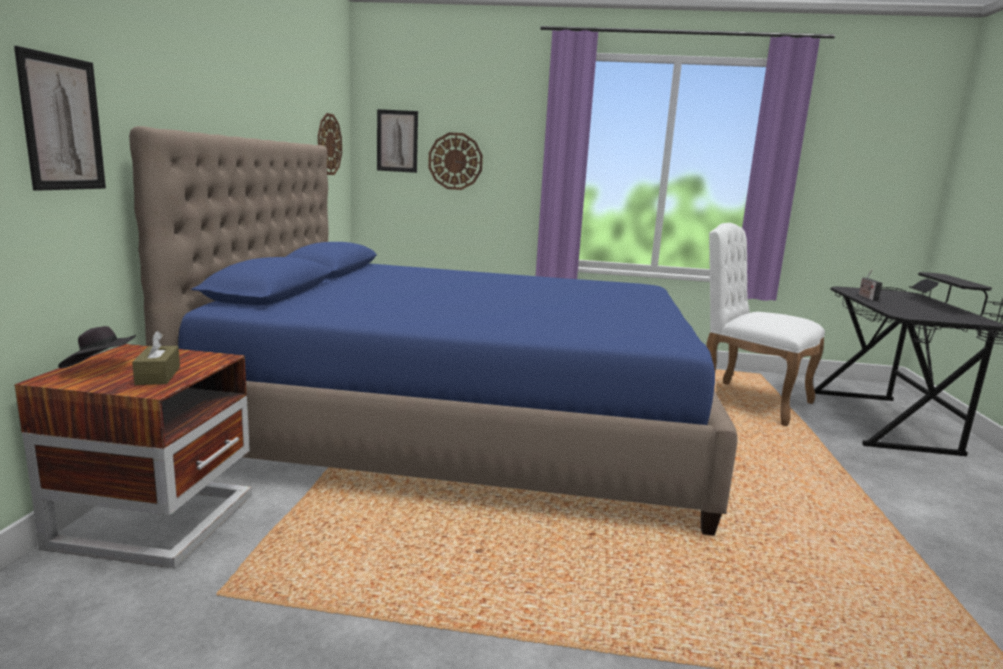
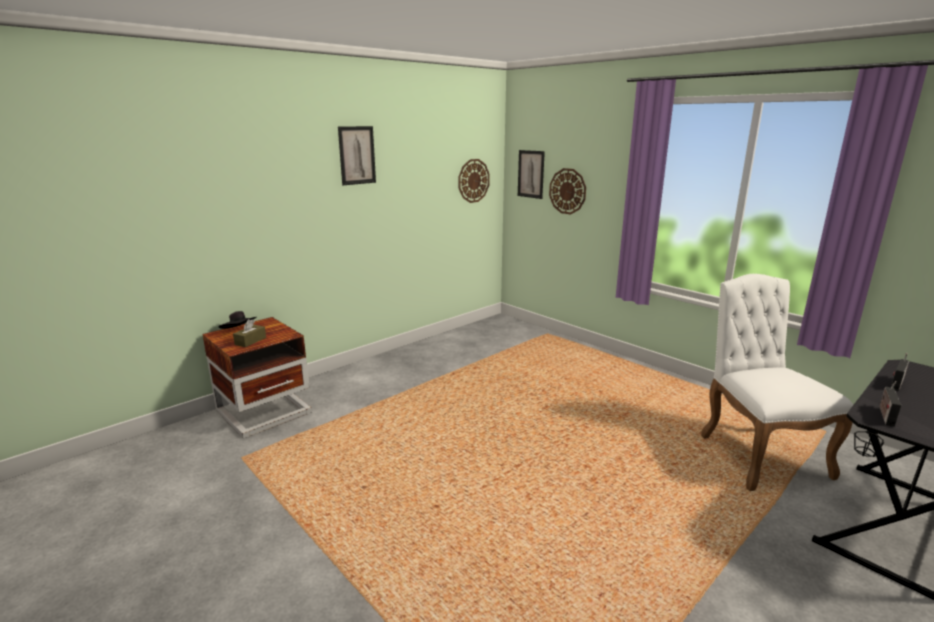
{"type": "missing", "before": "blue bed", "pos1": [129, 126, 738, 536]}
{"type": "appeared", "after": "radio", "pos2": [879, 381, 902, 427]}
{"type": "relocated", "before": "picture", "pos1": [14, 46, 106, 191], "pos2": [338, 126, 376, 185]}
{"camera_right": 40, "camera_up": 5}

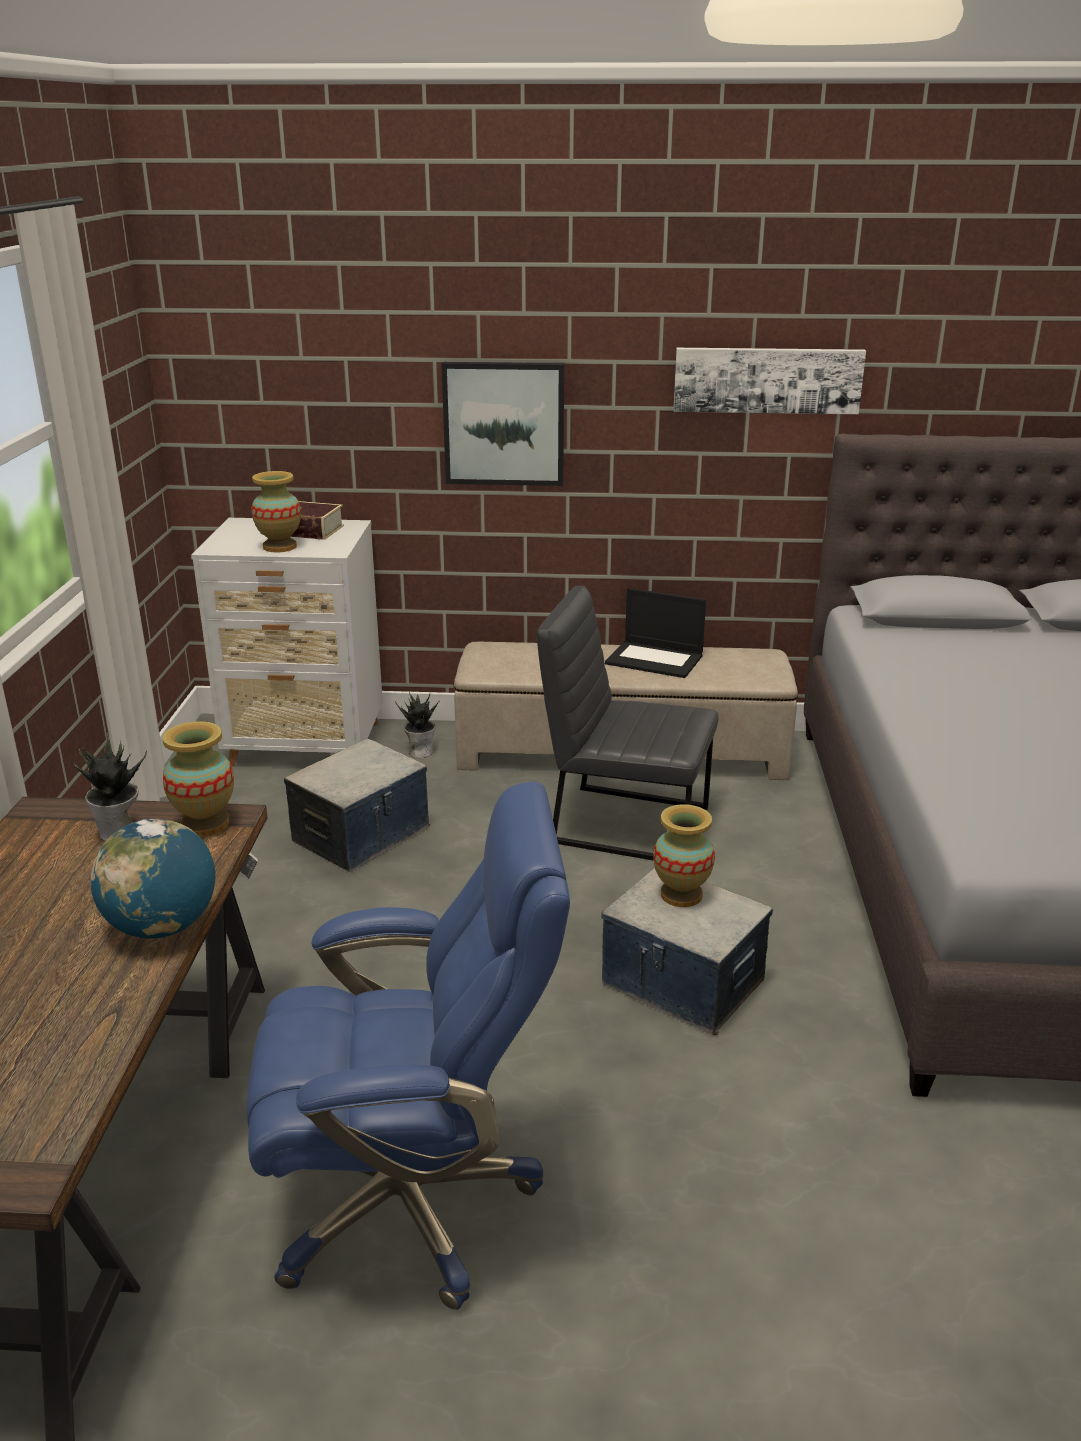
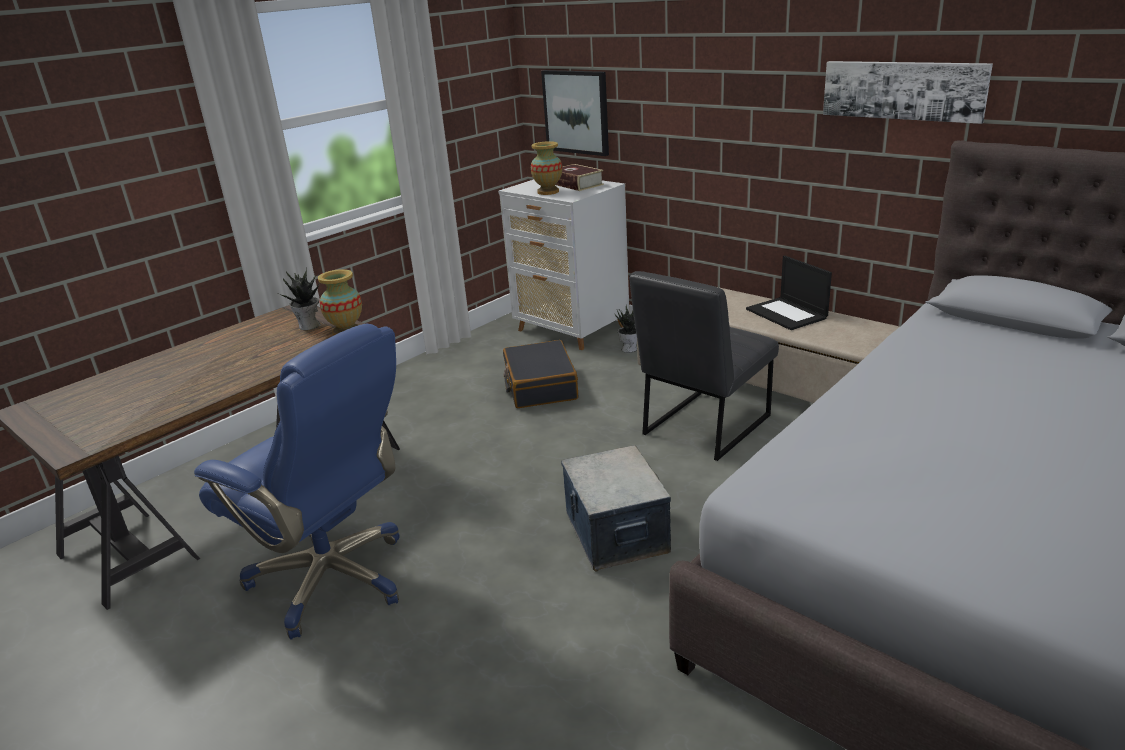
{"type": "missing", "before": "globe", "pos1": [90, 819, 215, 939]}
{"type": "missing", "before": "vase", "pos1": [653, 804, 715, 907]}
{"type": "relocated", "before": "picture", "pos1": [442, 362, 564, 486], "pos2": [541, 70, 609, 156]}
{"type": "exchanged", "before": "storage box", "after": "black suitcase", "pos1": [284, 739, 430, 872], "pos2": [503, 340, 578, 408]}
{"type": "spun", "before": "grey chair", "pos1": [536, 586, 718, 861], "pos2": [629, 271, 779, 461], "turn": -105}
{"camera_right": 40, "camera_up": 0}

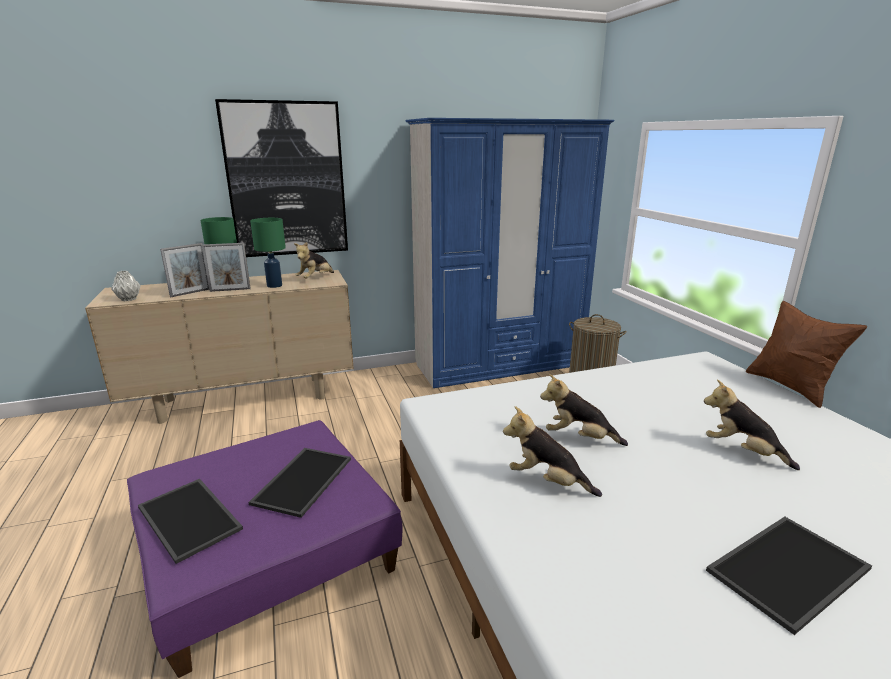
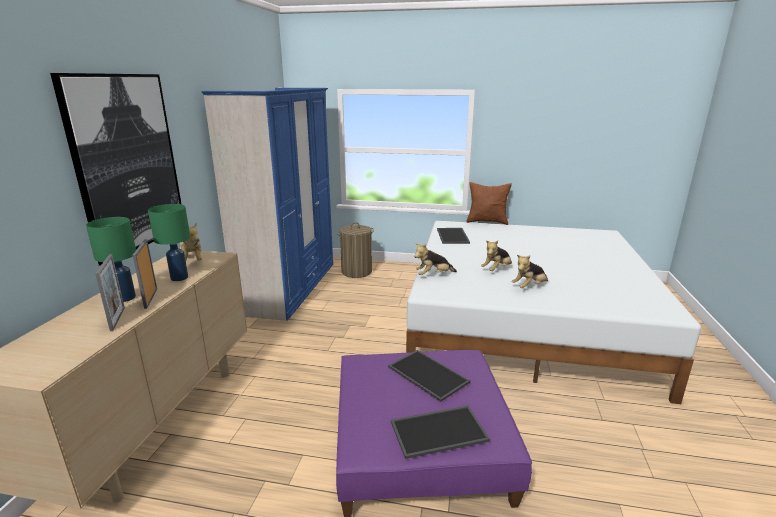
{"type": "missing", "before": "grey vase", "pos1": [111, 271, 140, 301]}
{"type": "relocated", "before": "plush toy", "pos1": [704, 379, 800, 470], "pos2": [414, 243, 457, 275]}
{"type": "relocated", "before": "tray", "pos1": [706, 517, 872, 635], "pos2": [437, 228, 470, 244]}
{"type": "spun", "before": "picture frame", "pos1": [202, 243, 251, 292], "pos2": [132, 239, 157, 309], "turn": 150}
{"camera_right": -60, "camera_up": 0}

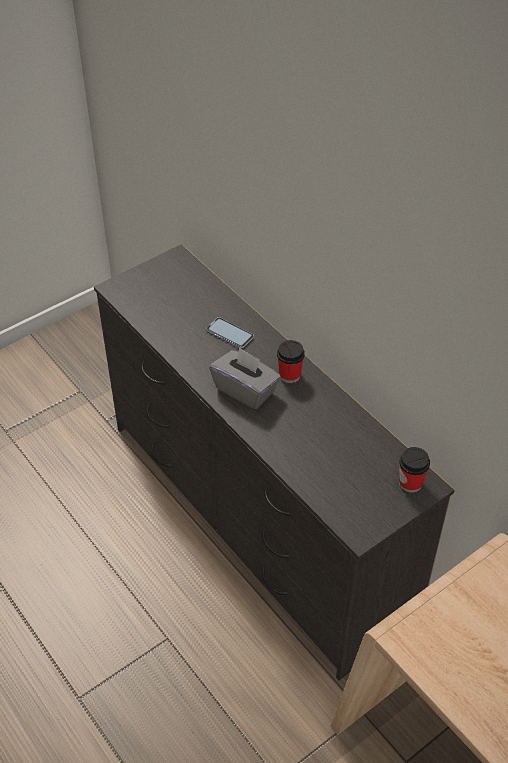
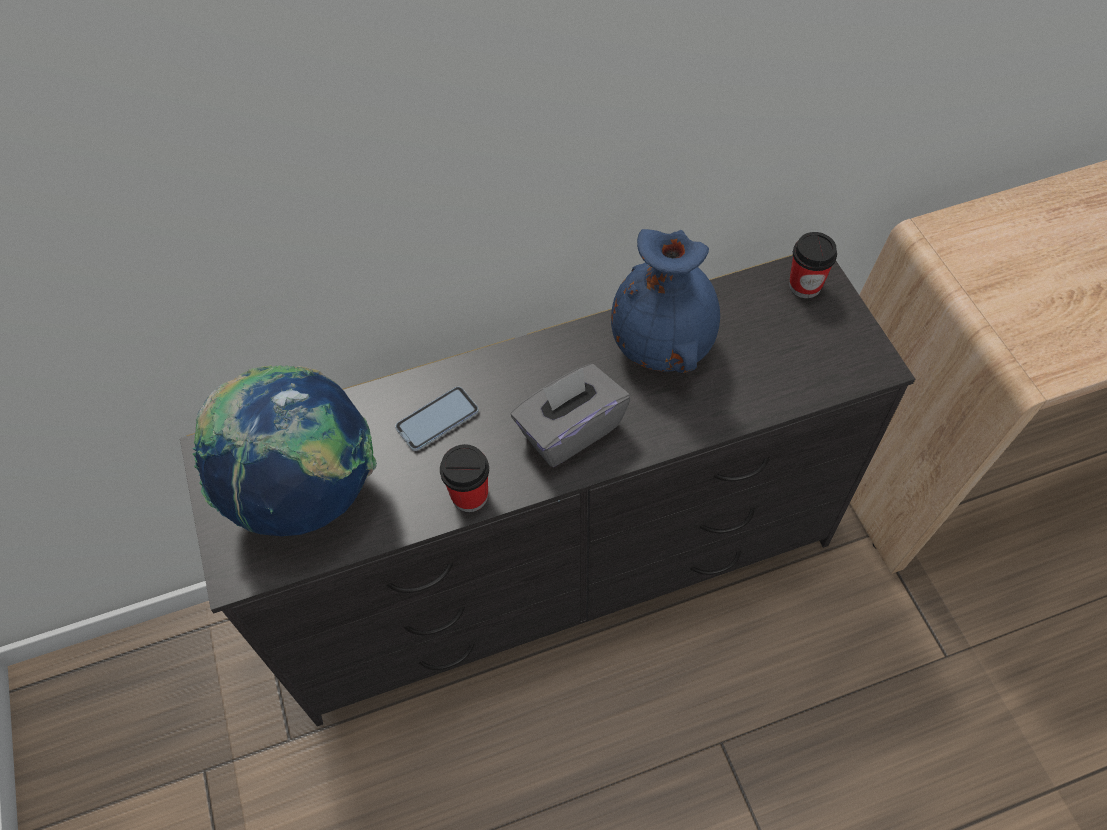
{"type": "appeared", "after": "globe", "pos2": [192, 365, 377, 536]}
{"type": "appeared", "after": "blue vase", "pos2": [611, 229, 720, 373]}
{"type": "relocated", "before": "cup", "pos1": [277, 340, 305, 383], "pos2": [440, 444, 489, 512]}
{"camera_right": -70, "camera_up": 10}

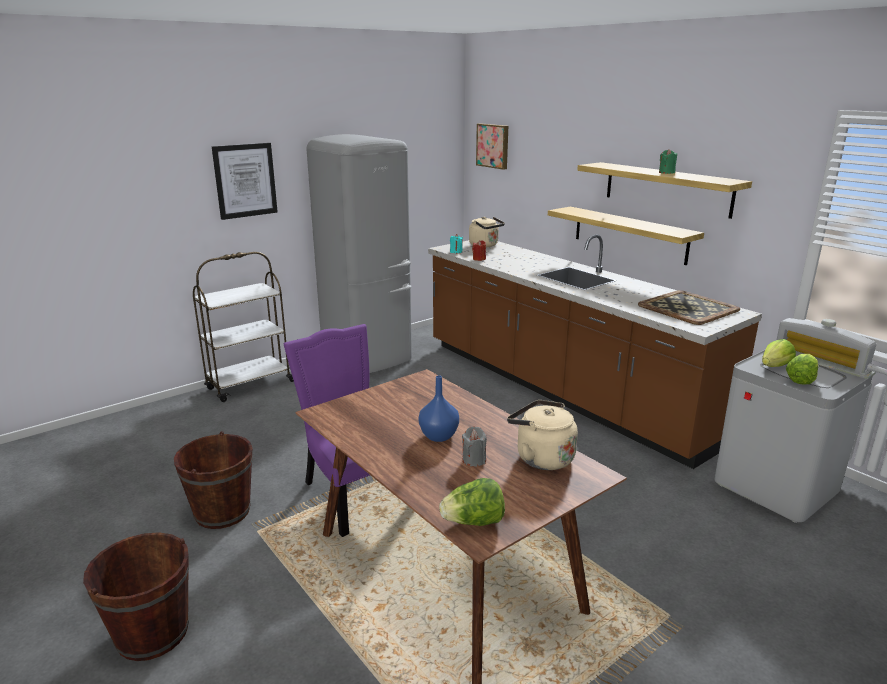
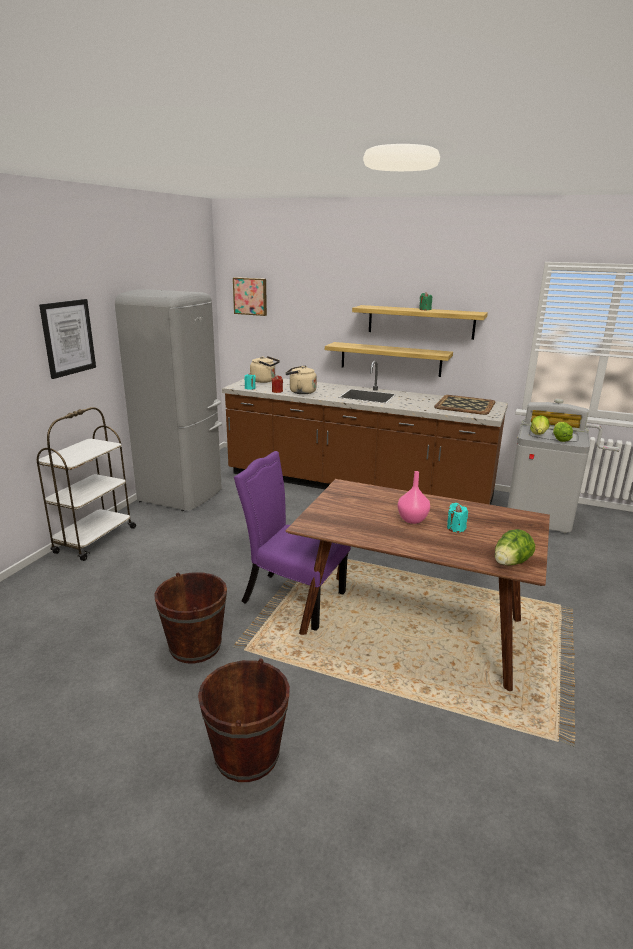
{"type": "relocated", "before": "beige kettle", "pos1": [507, 400, 578, 470], "pos2": [286, 365, 317, 394]}
{"type": "colour", "before": "blue vase", "after": "pink vase", "pos1": [418, 376, 459, 442], "pos2": [398, 471, 430, 524]}
{"type": "colour", "before": "grey candle", "after": "turquoise candle", "pos1": [462, 426, 487, 467], "pos2": [447, 503, 468, 533]}
{"camera_right": -30, "camera_up": 0}

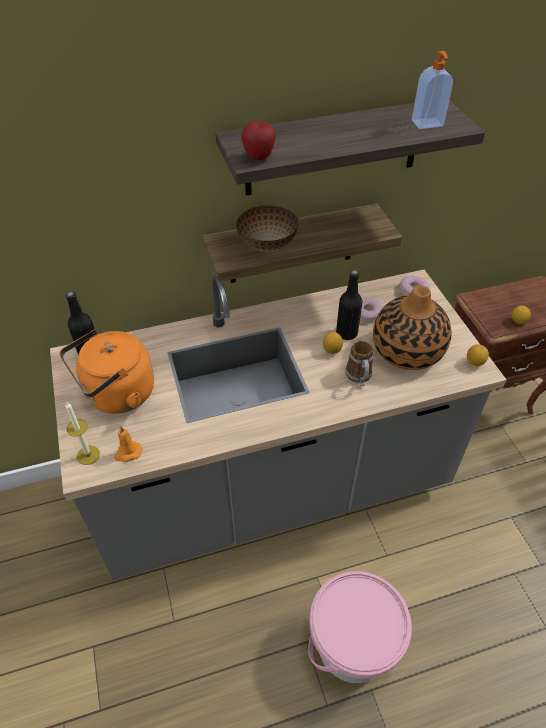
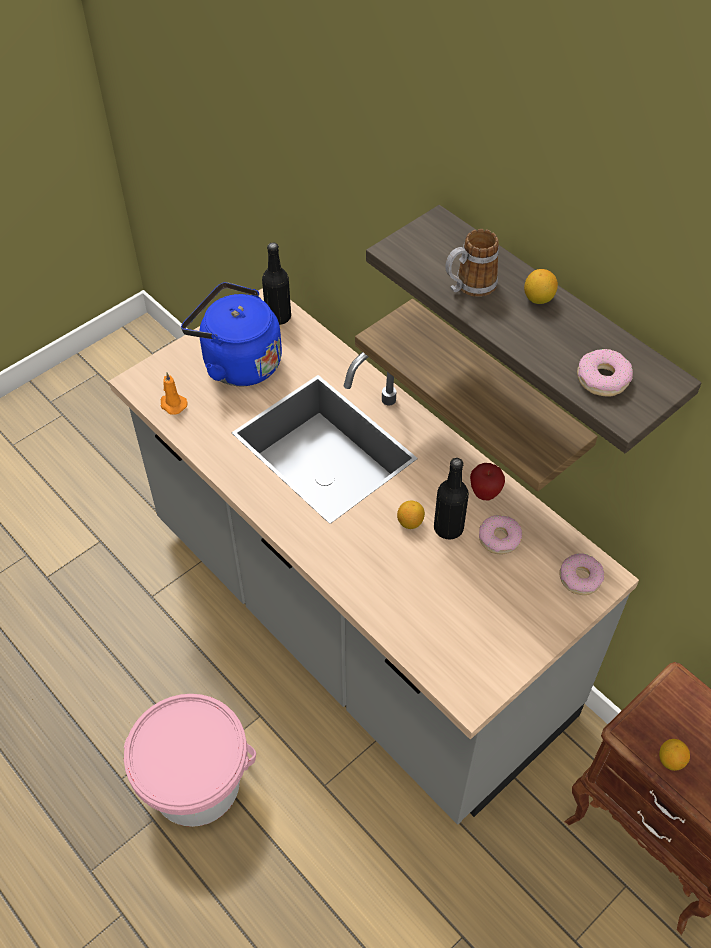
{"type": "missing", "before": "candle", "pos1": [66, 402, 100, 465]}
{"type": "missing", "before": "bowl", "pos1": [236, 205, 298, 252]}
{"type": "missing", "before": "vase", "pos1": [373, 285, 452, 370]}
{"type": "relocated", "before": "apple", "pos1": [241, 120, 276, 160], "pos2": [470, 463, 505, 500]}
{"type": "relocated", "before": "mug", "pos1": [345, 341, 373, 386], "pos2": [446, 229, 499, 297]}
{"type": "relocated", "before": "lemon", "pos1": [467, 344, 489, 366], "pos2": [524, 269, 558, 304]}
{"type": "exchanged", "before": "soap dispenser", "after": "donut", "pos1": [412, 51, 453, 129], "pos2": [577, 349, 633, 397]}
{"type": "colour", "before": "orange kettle", "after": "blue kettle", "pos1": [60, 329, 154, 414], "pos2": [181, 282, 282, 387]}
{"camera_right": 65, "camera_up": 5}

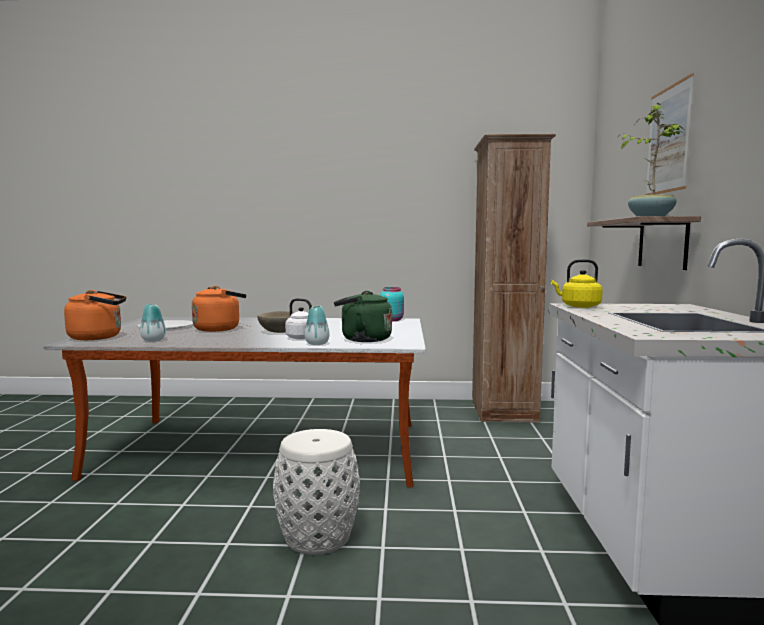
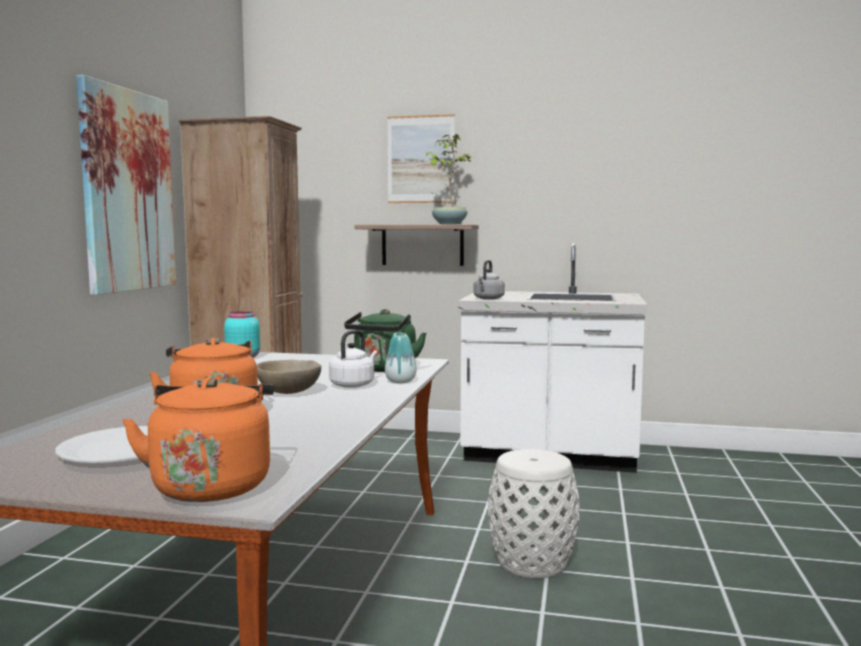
{"type": "missing", "before": "vase", "pos1": [140, 304, 166, 342]}
{"type": "appeared", "after": "picture", "pos2": [77, 75, 176, 295]}
{"type": "colour", "before": "yellow kettle", "after": "grey kettle", "pos1": [551, 259, 603, 308], "pos2": [473, 260, 505, 300]}
{"camera_right": -80, "camera_up": 0}

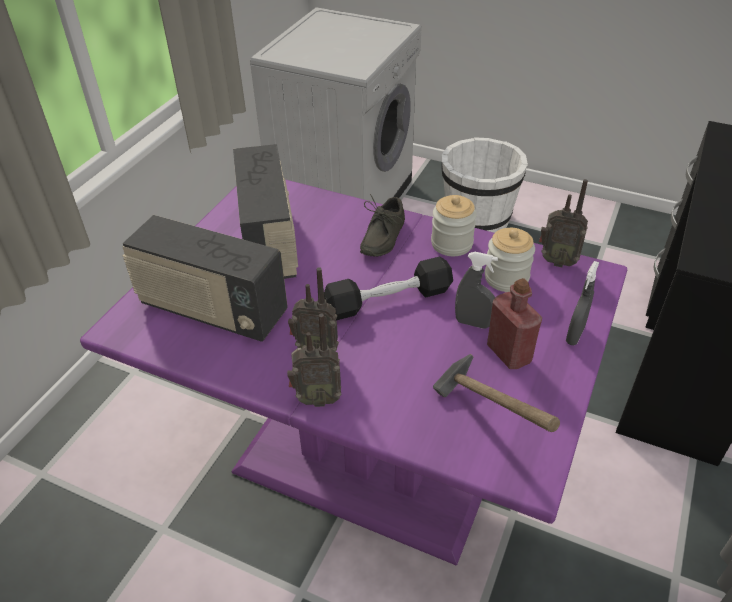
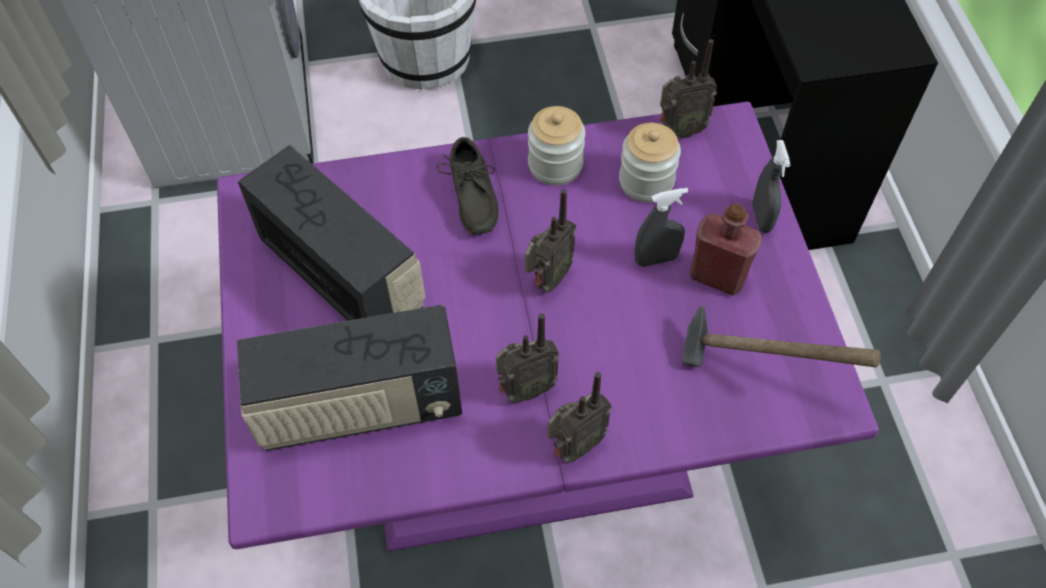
{"type": "exchanged", "before": "black dumbbell", "after": "radio", "pos1": [324, 257, 453, 320], "pos2": [525, 189, 576, 293]}
{"camera_right": -35, "camera_up": 15}

